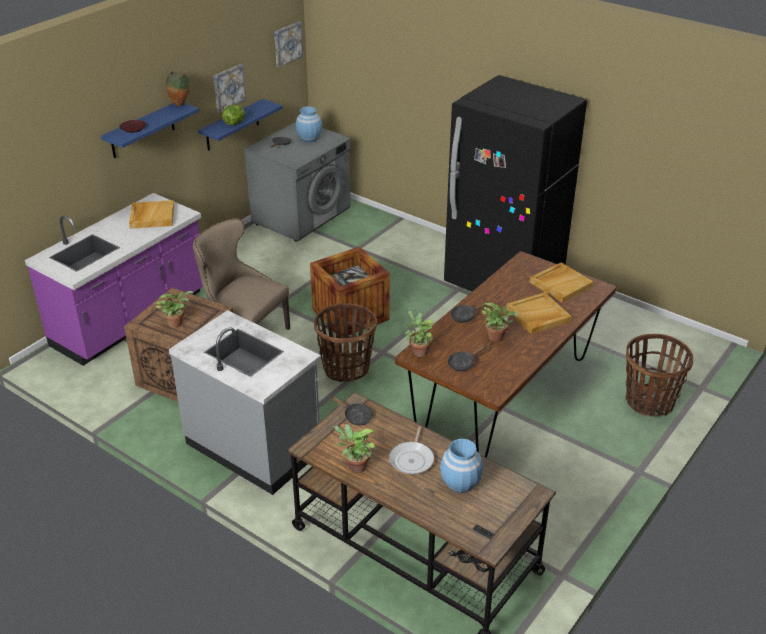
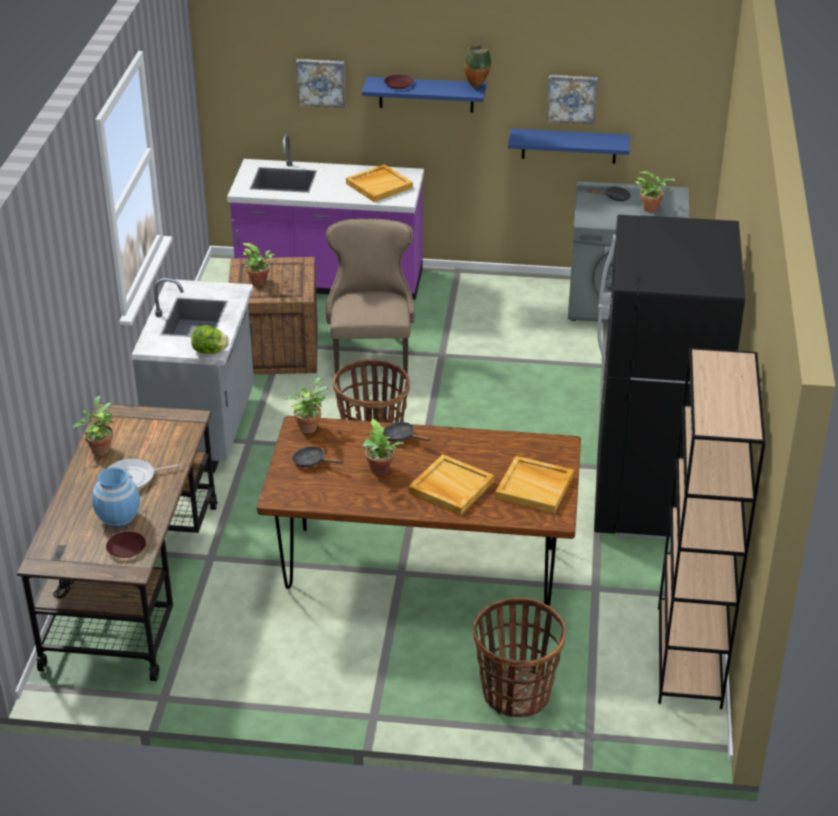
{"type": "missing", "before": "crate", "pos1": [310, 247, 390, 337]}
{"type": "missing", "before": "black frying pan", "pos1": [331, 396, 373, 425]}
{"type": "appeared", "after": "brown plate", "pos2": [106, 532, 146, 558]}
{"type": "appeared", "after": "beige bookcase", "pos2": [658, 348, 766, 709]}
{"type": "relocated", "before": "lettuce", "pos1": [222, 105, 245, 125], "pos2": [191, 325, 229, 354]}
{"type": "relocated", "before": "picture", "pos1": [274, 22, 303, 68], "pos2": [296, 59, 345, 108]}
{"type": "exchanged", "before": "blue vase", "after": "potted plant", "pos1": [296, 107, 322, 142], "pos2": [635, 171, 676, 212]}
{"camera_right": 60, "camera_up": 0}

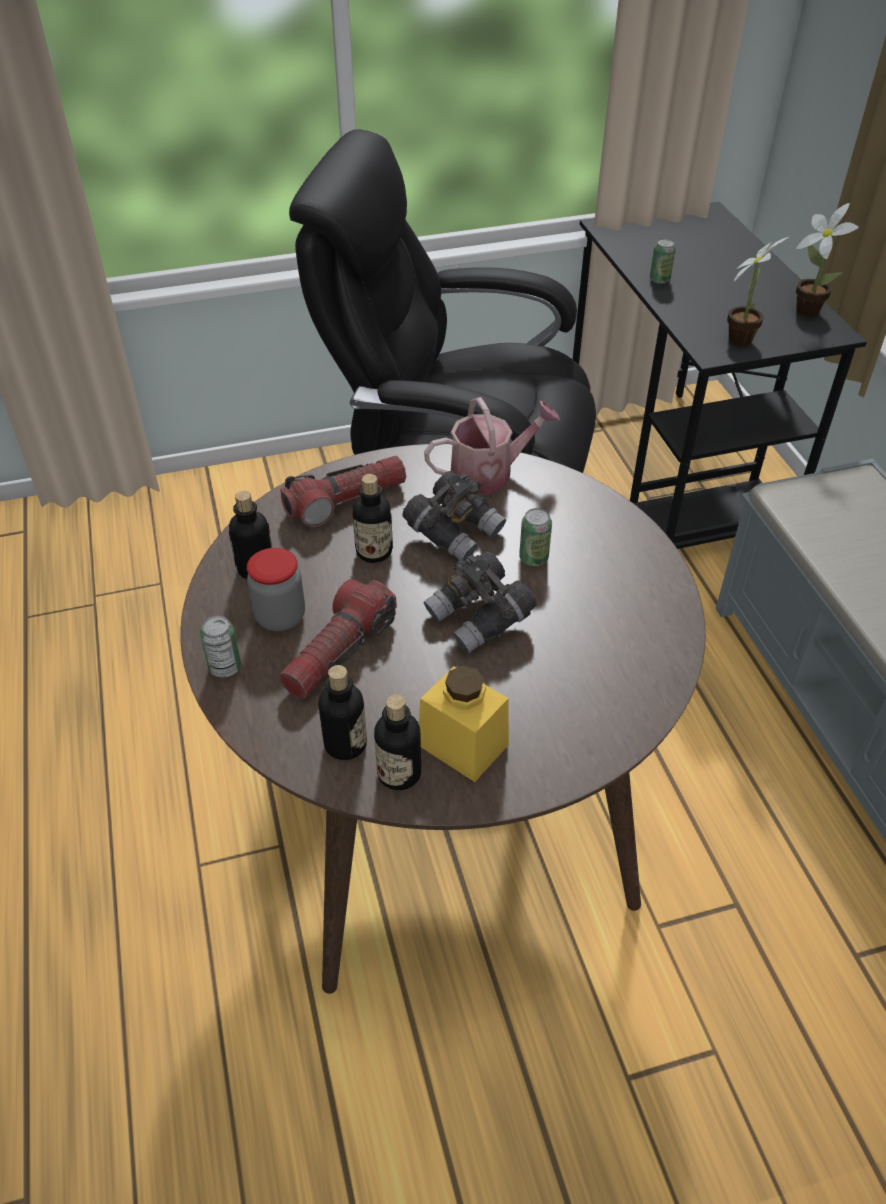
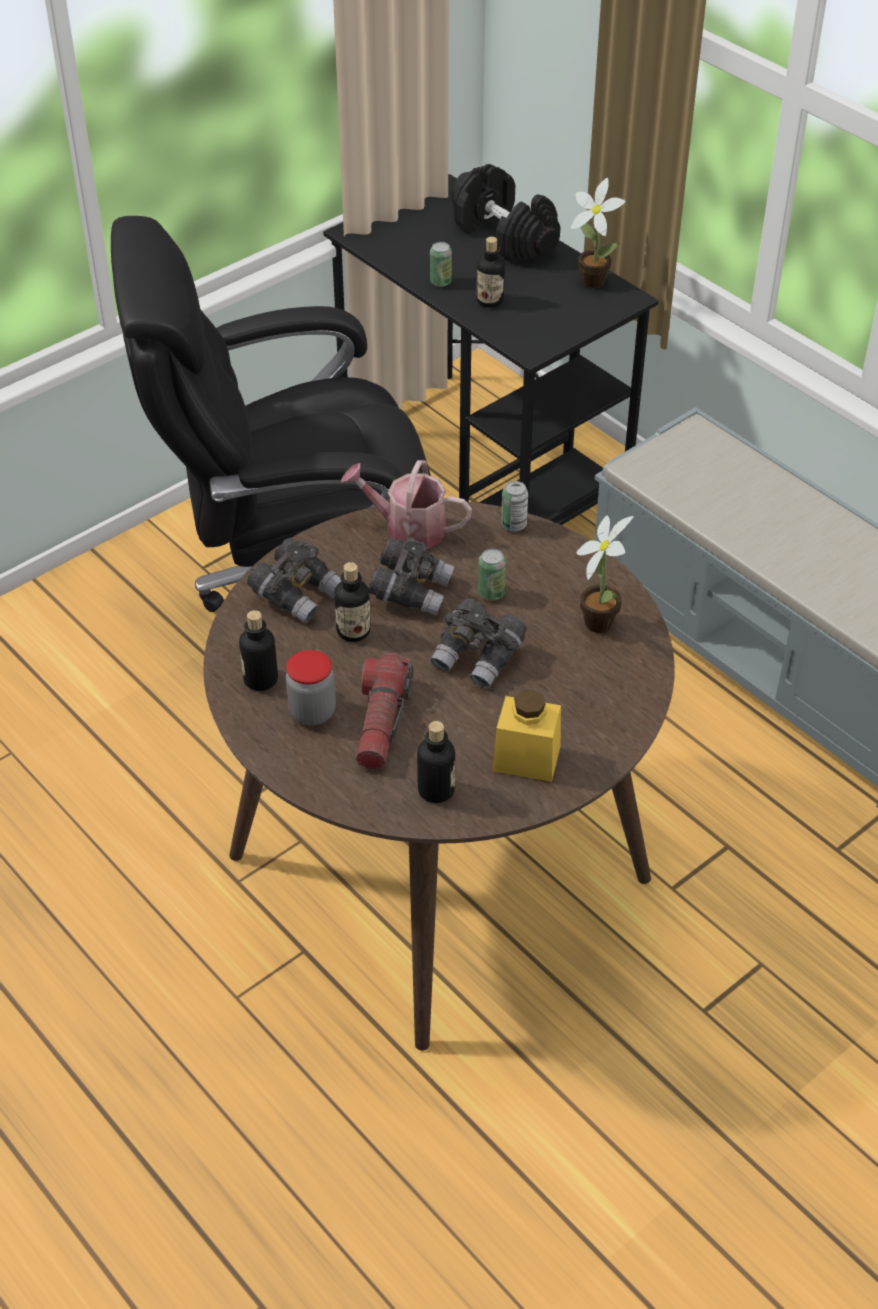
{"type": "appeared", "after": "black dumbbell", "pos2": [452, 164, 560, 263]}
{"type": "relocated", "before": "can", "pos1": [200, 616, 241, 678], "pos2": [501, 481, 528, 531]}
{"type": "relocated", "before": "bottle", "pos1": [374, 695, 421, 790], "pos2": [477, 237, 505, 308]}
{"type": "relocated", "before": "potted plant", "pos1": [727, 237, 789, 346], "pos2": [576, 516, 634, 633]}
{"type": "exchanged", "before": "flashlight", "after": "grey binoculars", "pos1": [280, 456, 406, 527], "pos2": [247, 538, 341, 623]}
{"type": "spun", "before": "watering can", "pos1": [424, 397, 560, 494], "pos2": [341, 460, 472, 549], "turn": -120}
{"camera_right": -25, "camera_up": 0}

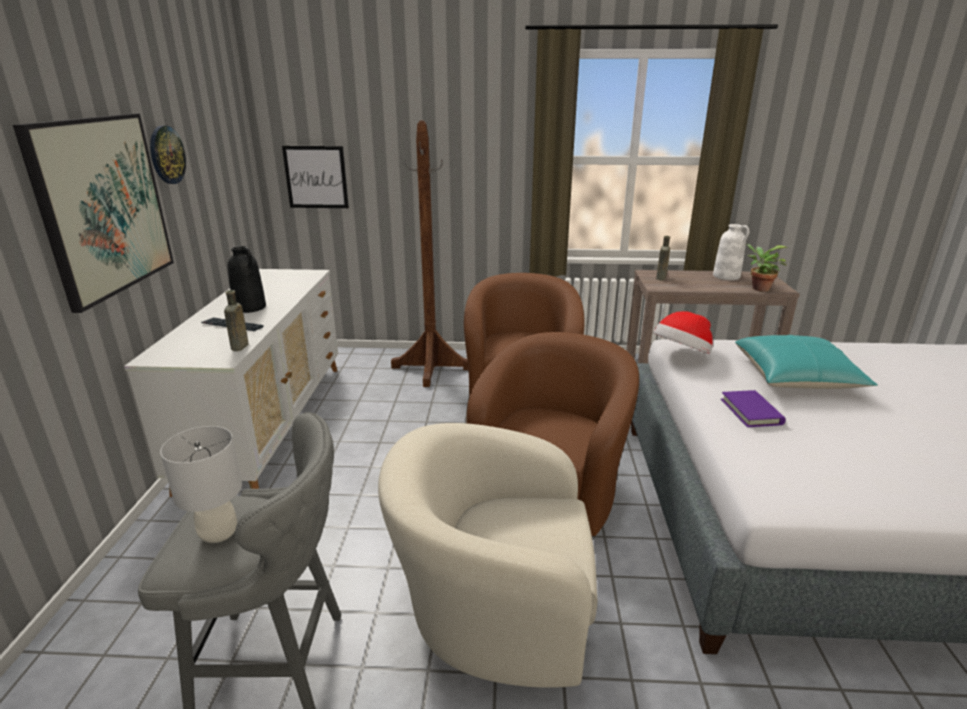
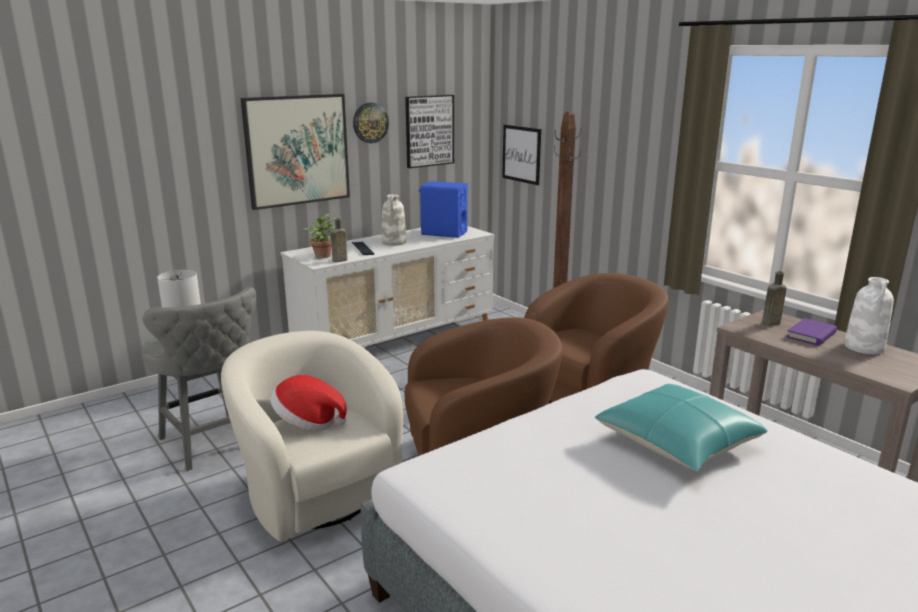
{"type": "appeared", "after": "picture", "pos2": [405, 95, 454, 168]}
{"type": "appeared", "after": "blue speaker", "pos2": [419, 181, 468, 238]}
{"type": "relocated", "before": "hat", "pos1": [653, 311, 713, 354], "pos2": [270, 375, 347, 431]}
{"type": "relocated", "before": "purple book", "pos1": [721, 390, 786, 427], "pos2": [786, 318, 837, 346]}
{"type": "relocated", "before": "potted plant", "pos1": [746, 244, 788, 292], "pos2": [301, 214, 336, 258]}
{"type": "colour", "before": "black vase", "after": "white vase", "pos1": [227, 246, 266, 313], "pos2": [382, 194, 406, 246]}
{"camera_right": 50, "camera_up": -5}

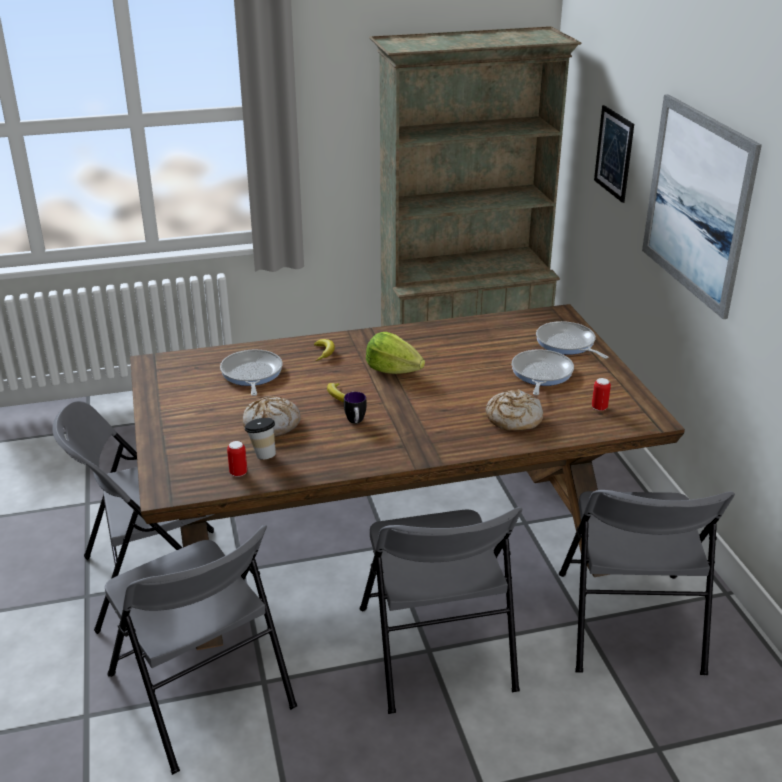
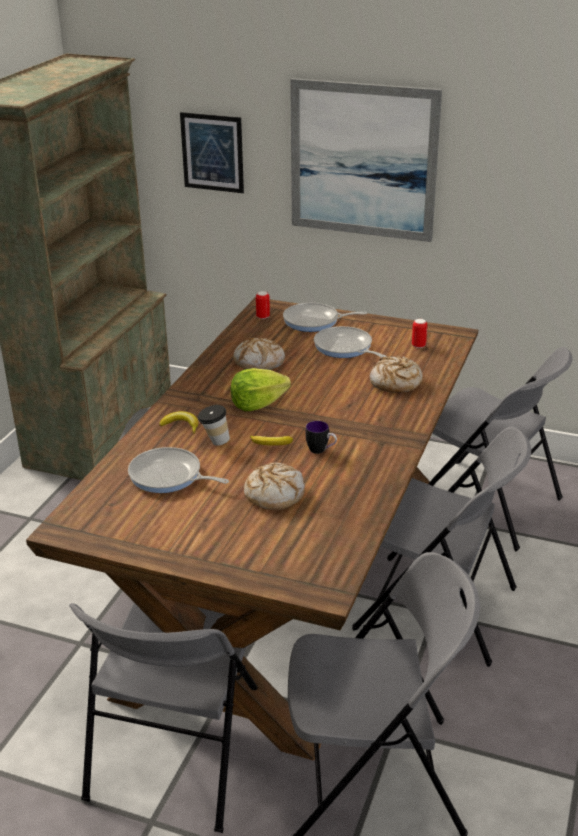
{"type": "appeared", "after": "bread", "pos2": [233, 338, 285, 370]}
{"type": "relocated", "before": "can", "pos1": [227, 441, 247, 477], "pos2": [256, 291, 270, 319]}
{"type": "relocated", "before": "cup", "pos1": [245, 418, 276, 460], "pos2": [198, 405, 230, 446]}
{"camera_right": -55, "camera_up": 0}

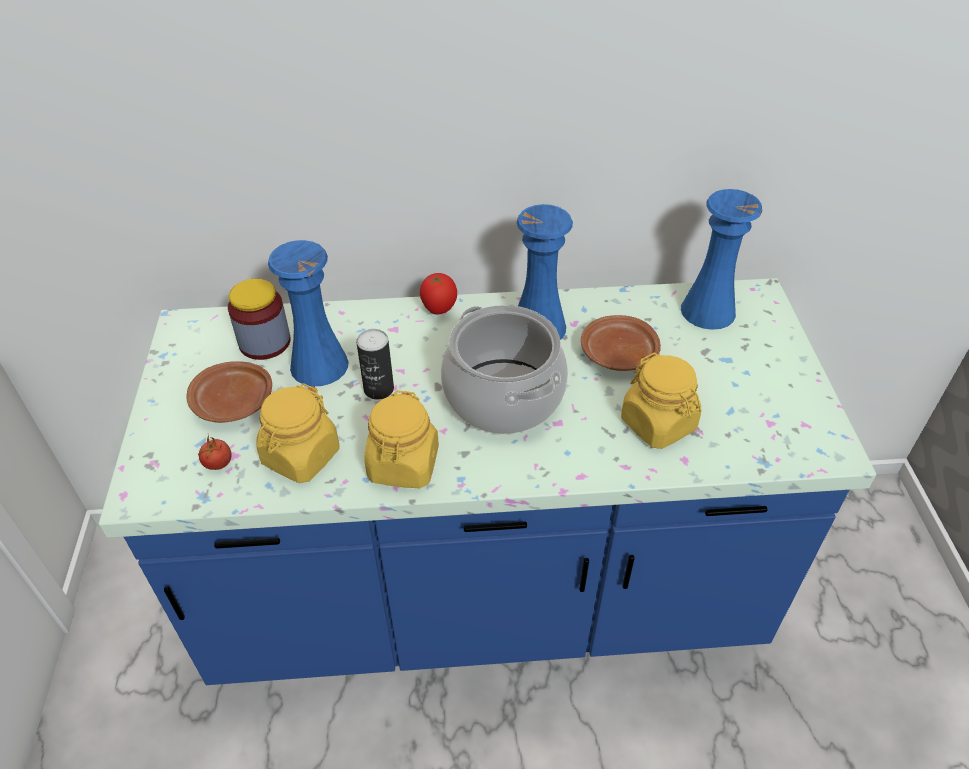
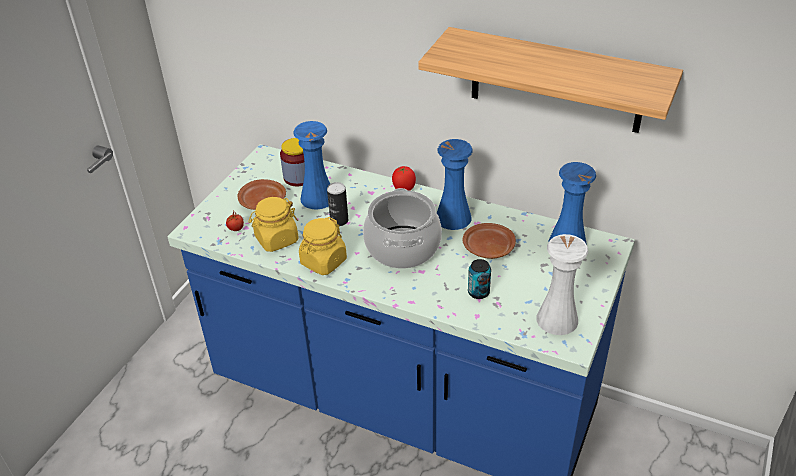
{"type": "appeared", "after": "shelf", "pos2": [418, 27, 683, 133]}
{"type": "appeared", "after": "white vase", "pos2": [536, 234, 588, 335]}
{"type": "exchanged", "before": "yellow jar", "after": "can", "pos1": [621, 353, 701, 449], "pos2": [468, 259, 491, 299]}
{"camera_right": 30, "camera_up": -5}

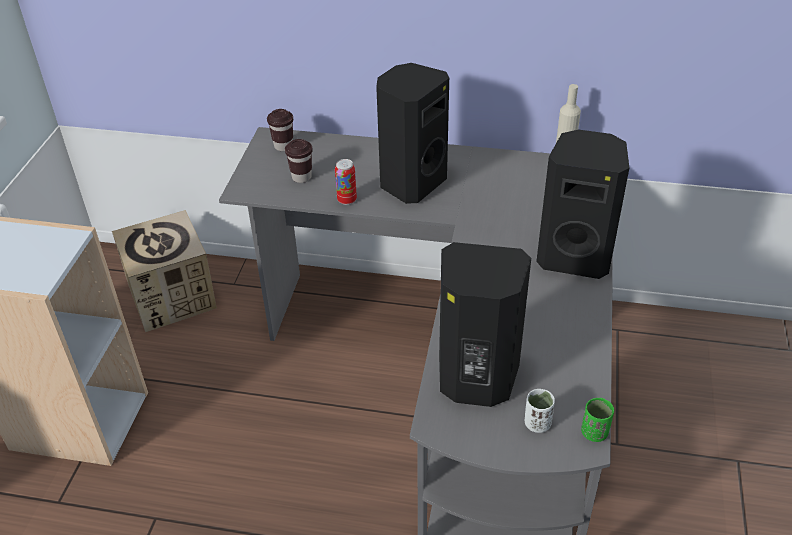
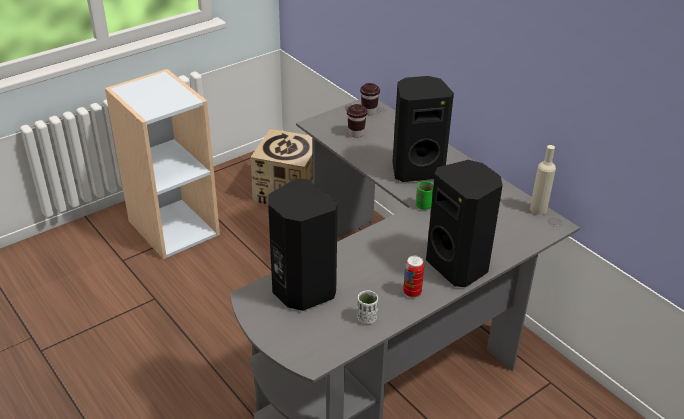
{"type": "relocated", "before": "can", "pos1": [335, 159, 357, 205], "pos2": [403, 256, 424, 297]}
{"type": "relocated", "before": "white cup", "pos1": [525, 389, 555, 433], "pos2": [357, 291, 378, 324]}
{"type": "relocated", "before": "green cup", "pos1": [581, 398, 614, 442], "pos2": [416, 181, 434, 210]}
{"camera_right": 40, "camera_up": -5}

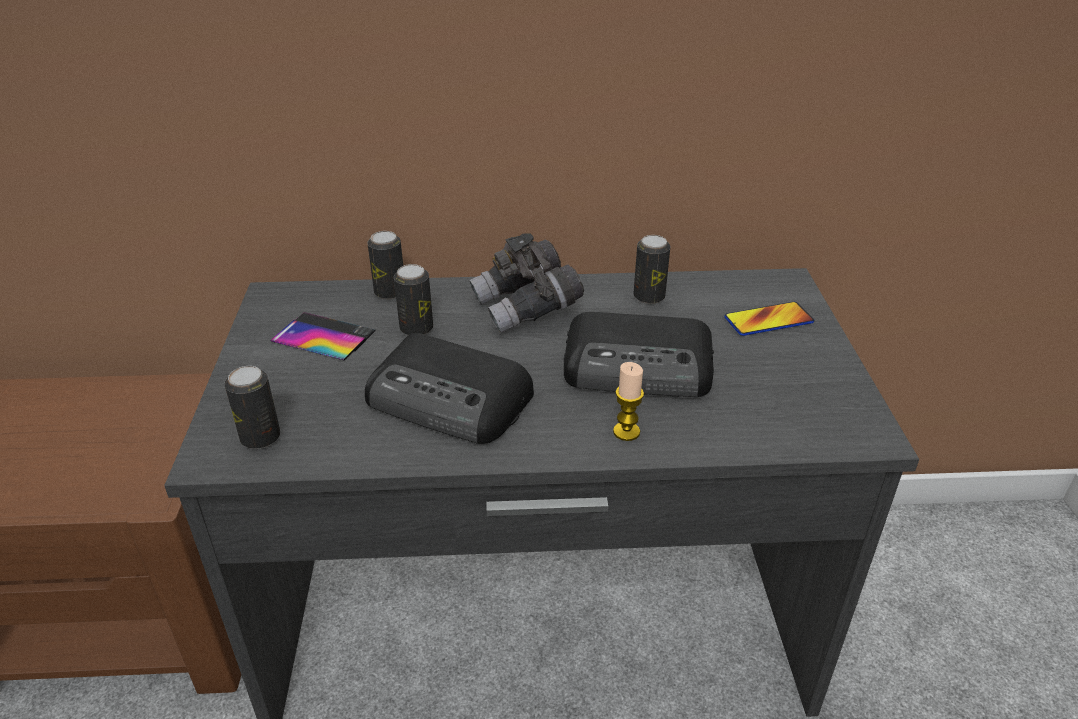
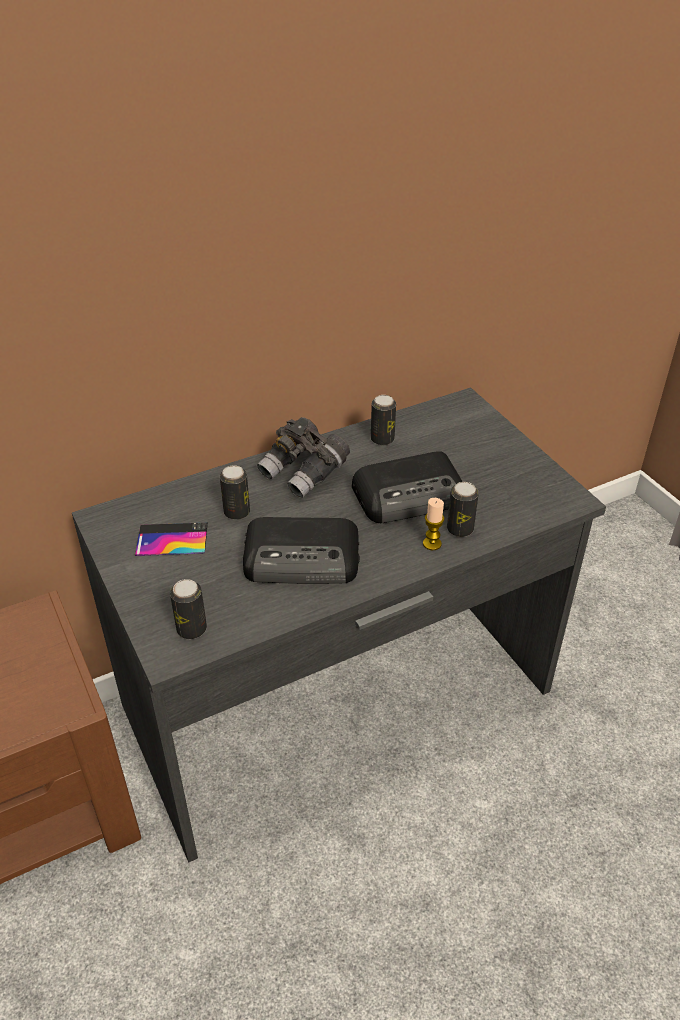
{"type": "missing", "before": "phone", "pos1": [725, 302, 814, 336]}
{"type": "relocated", "before": "can", "pos1": [367, 231, 403, 300], "pos2": [447, 482, 479, 537]}
{"camera_right": -25, "camera_up": 5}

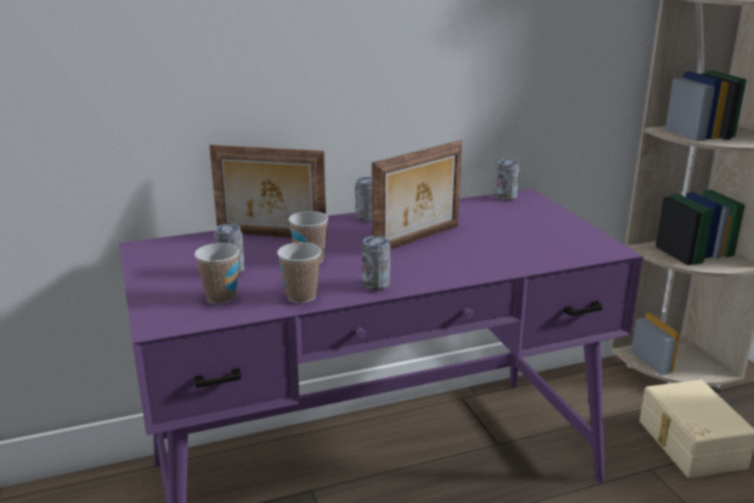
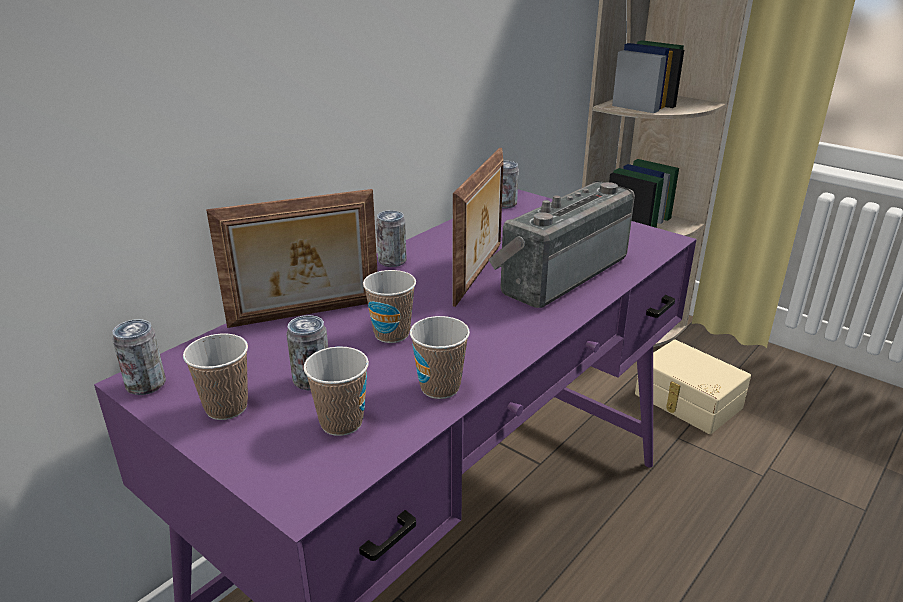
{"type": "appeared", "after": "cup", "pos2": [183, 334, 248, 420]}
{"type": "appeared", "after": "radio", "pos2": [488, 180, 635, 308]}
{"type": "relocated", "before": "can", "pos1": [362, 236, 390, 291], "pos2": [112, 319, 166, 395]}
{"camera_right": -30, "camera_up": 5}

